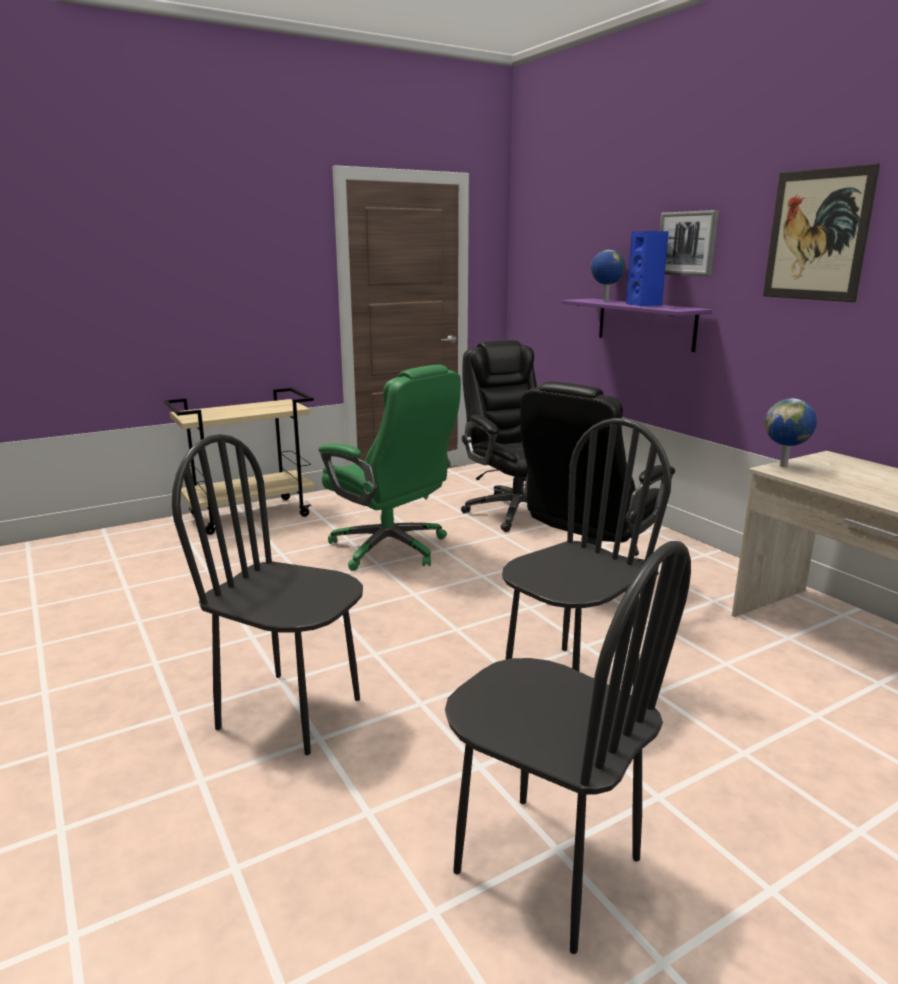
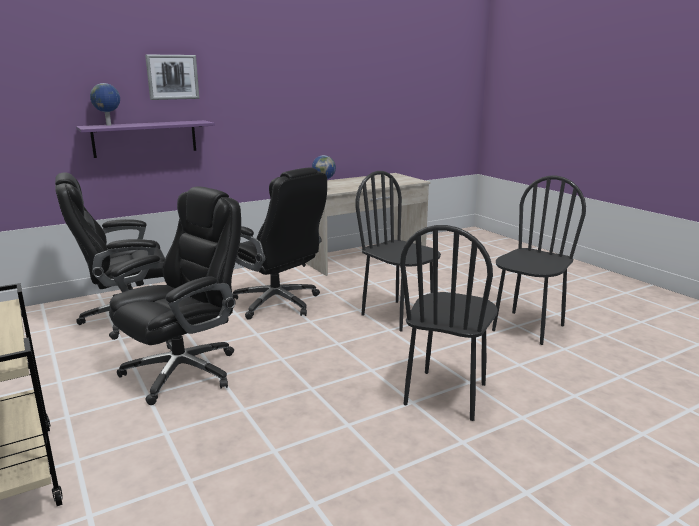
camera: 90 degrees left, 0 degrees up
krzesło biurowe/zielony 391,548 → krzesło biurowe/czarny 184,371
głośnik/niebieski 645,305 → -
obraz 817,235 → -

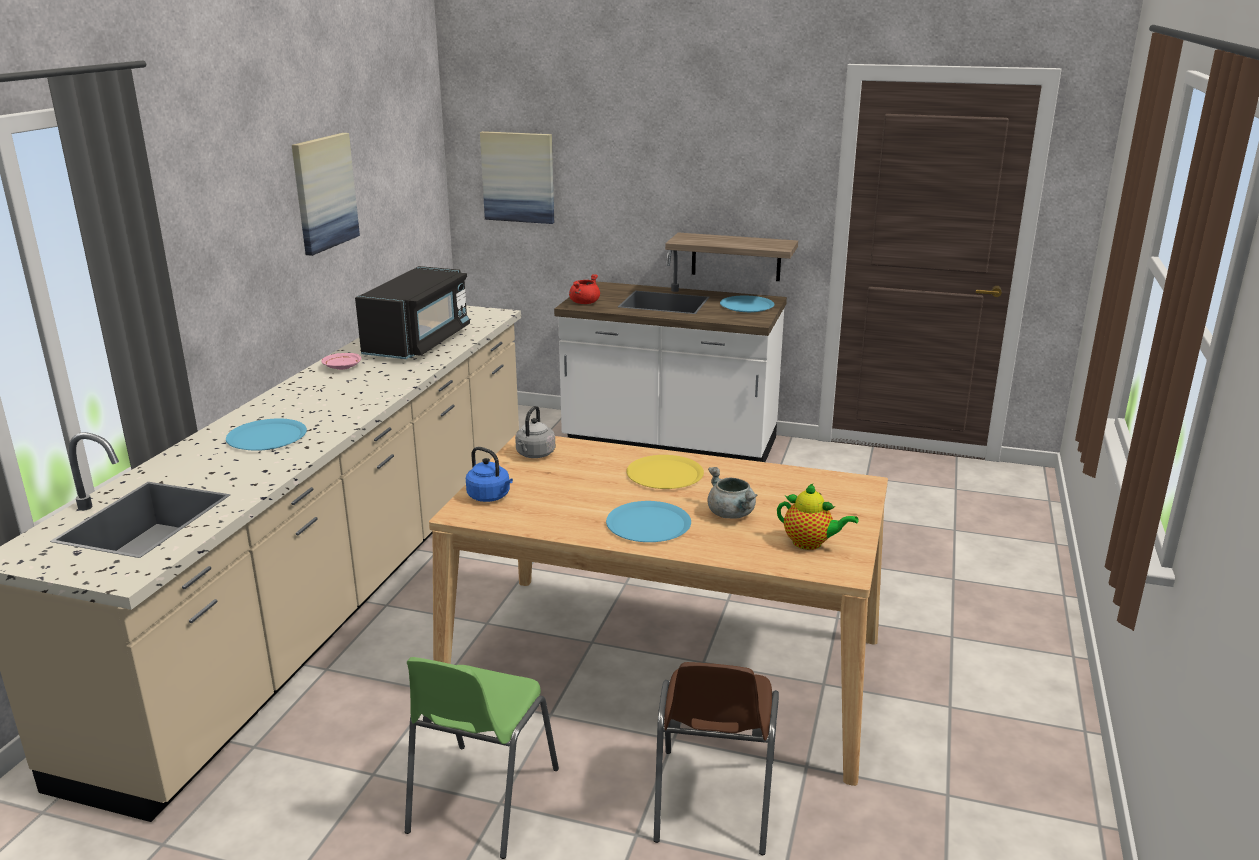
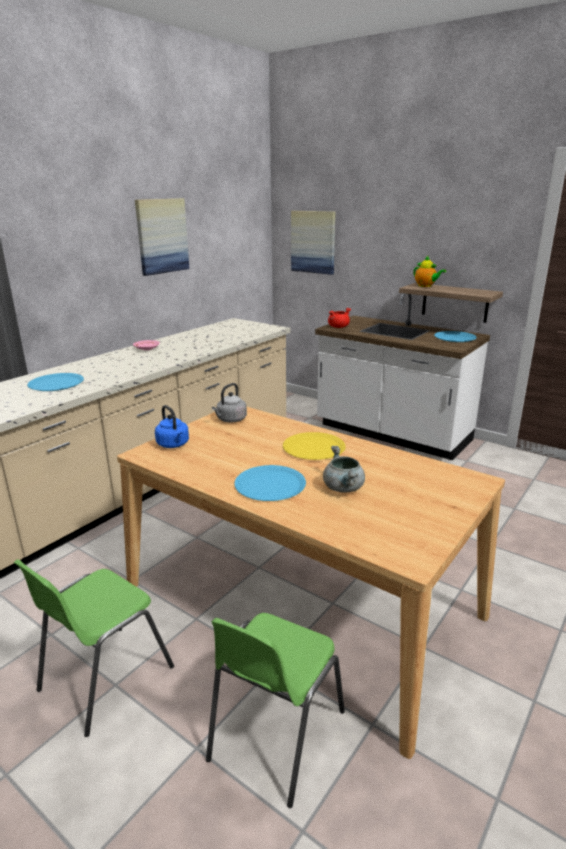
camera: 20 degrees right, 0 degrees up
krzesło/brązowy 713,801 → krzesło/zielony 275,735
imbryk 810,543 → imbryk 426,286, shifted
mikrofalówka/czarny 418,342 → -

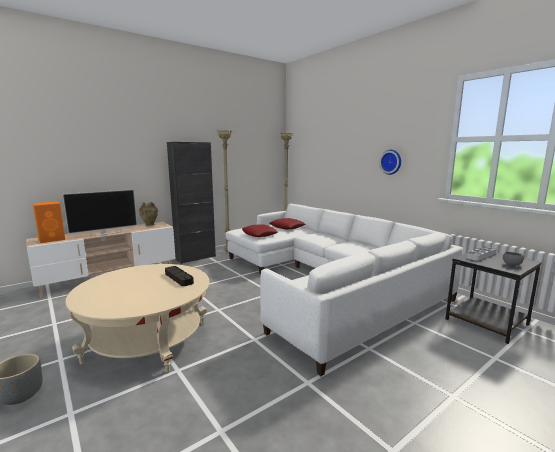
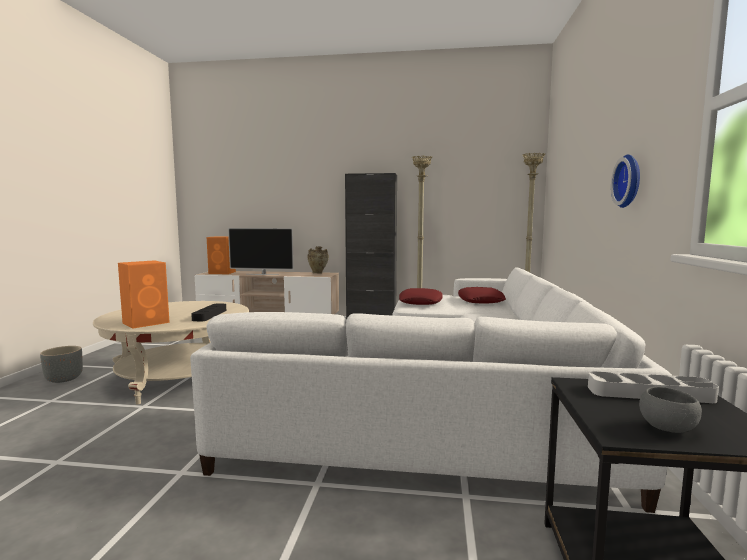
camera: 45 degrees right, 5 degrees down
- → głośnik/pomarańczowy 147,322

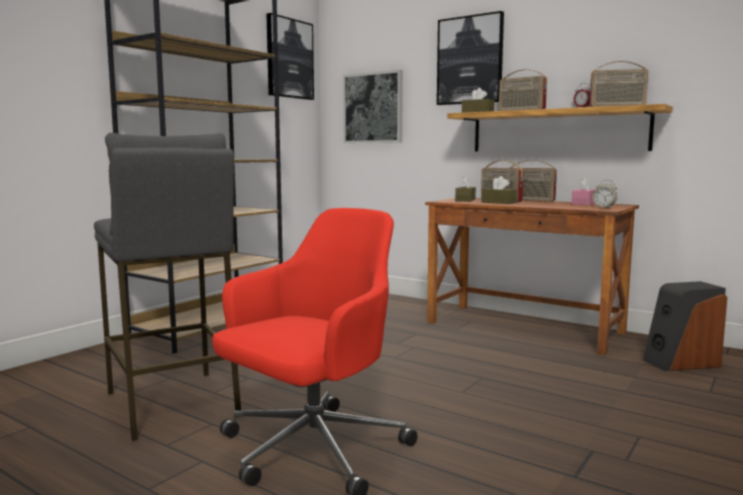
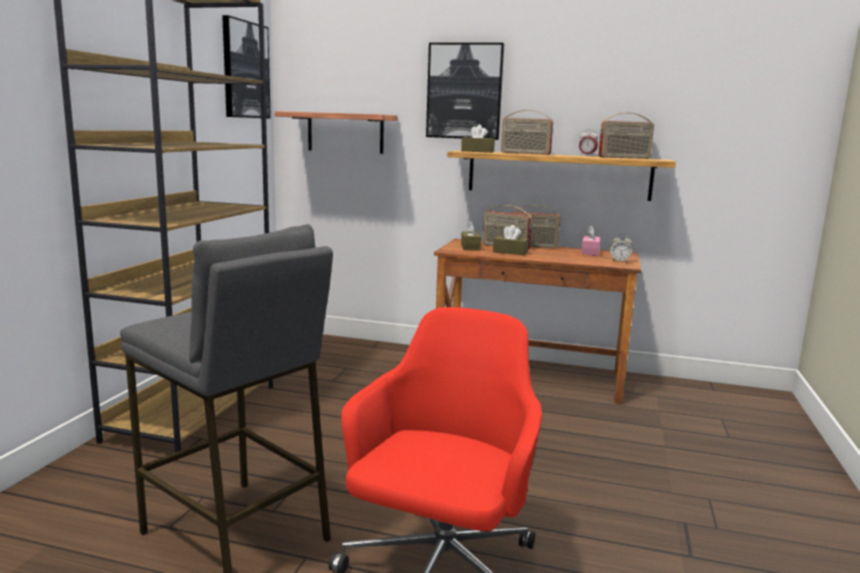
camera: 20 degrees left, 5 degrees up
obraz 373,108 → półka 345,133
głośnik 680,363 → -

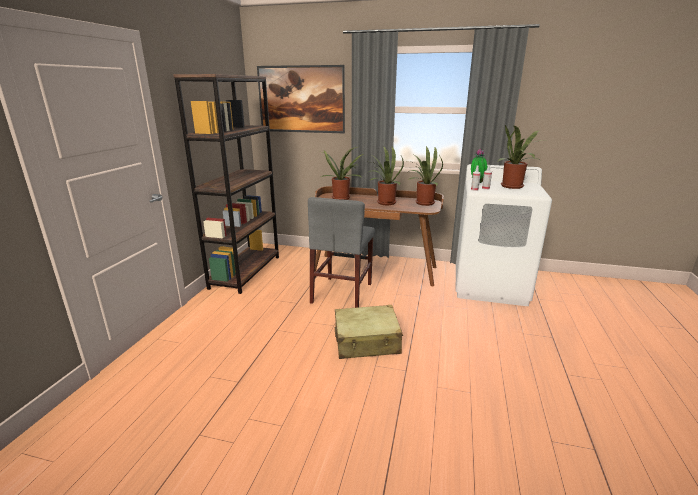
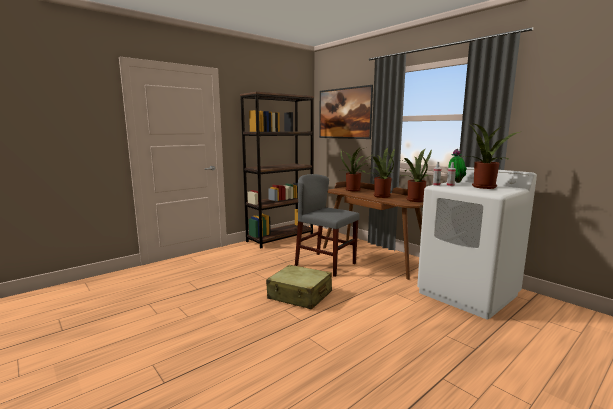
camera: 35 degrees right, 10 degrees down
krzesło/szary 342,293 → krzesło/szary 325,264, 75 degrees clockwise

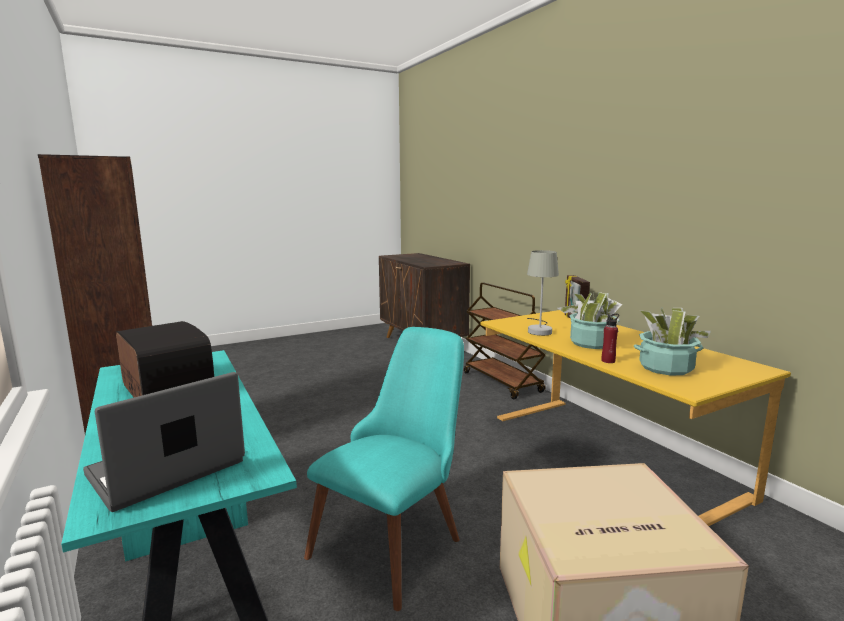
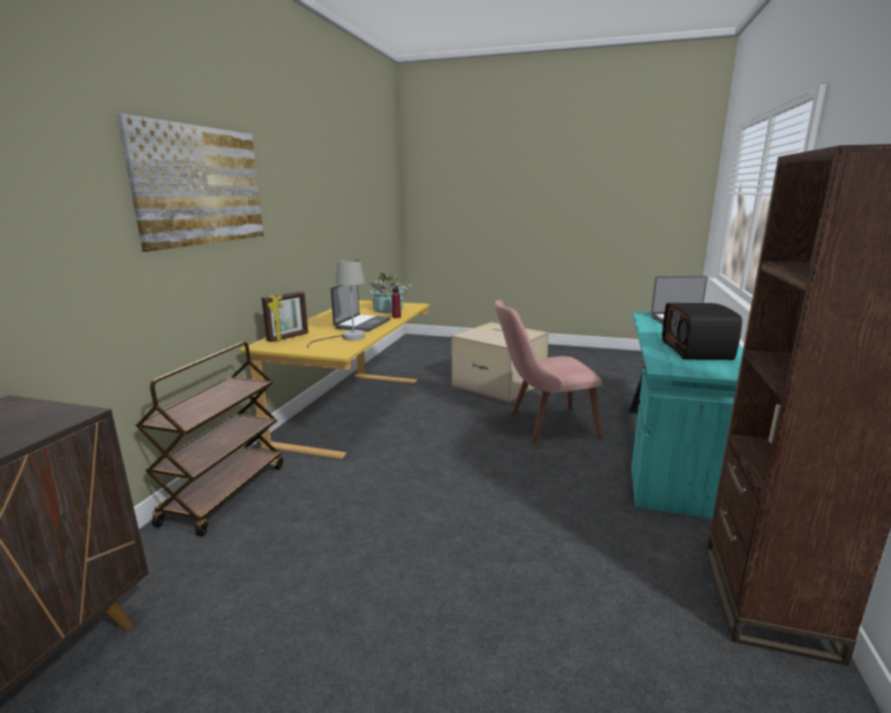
camera: 135 degrees left, 5 degrees up
- → obraz 201,186
roślina doniczkowa 592,343 → laptop 362,324
krzesło/turkusowy 396,537 → krzesło/różowy 542,426

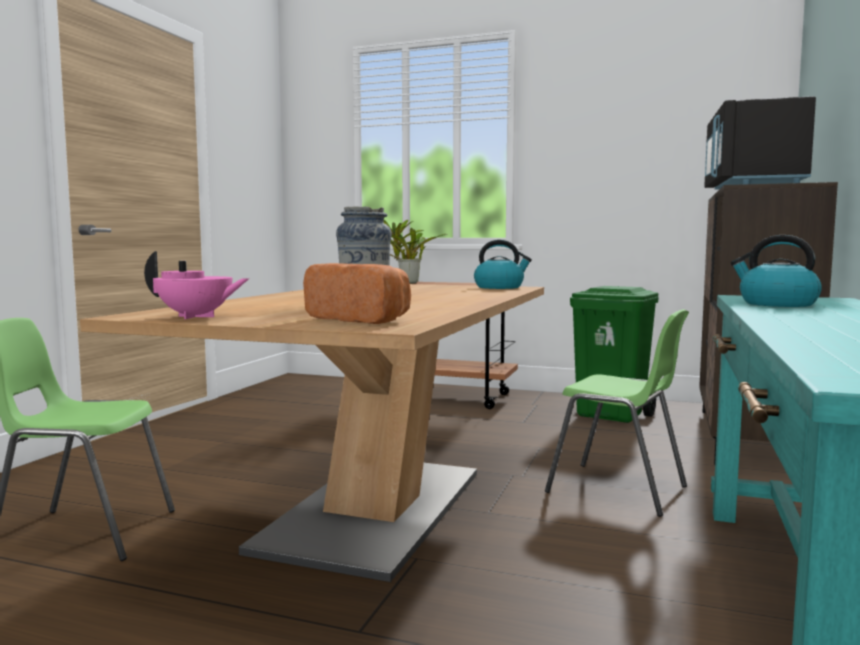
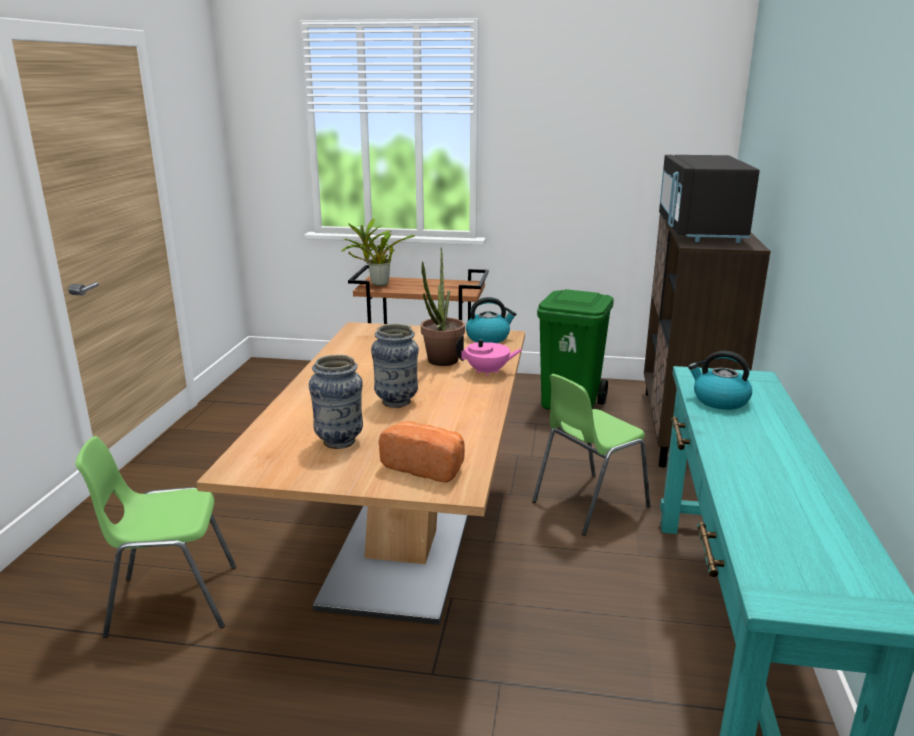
camera: 10 degrees left, 15 degrees up
- → wazon 339,442
- → roślina doniczkowa 440,363
imbryk/różowy 196,317 → imbryk/różowy 488,372, shifted
krzesło/zielony 618,490 → krzesło/zielony 588,504, 120 degrees clockwise

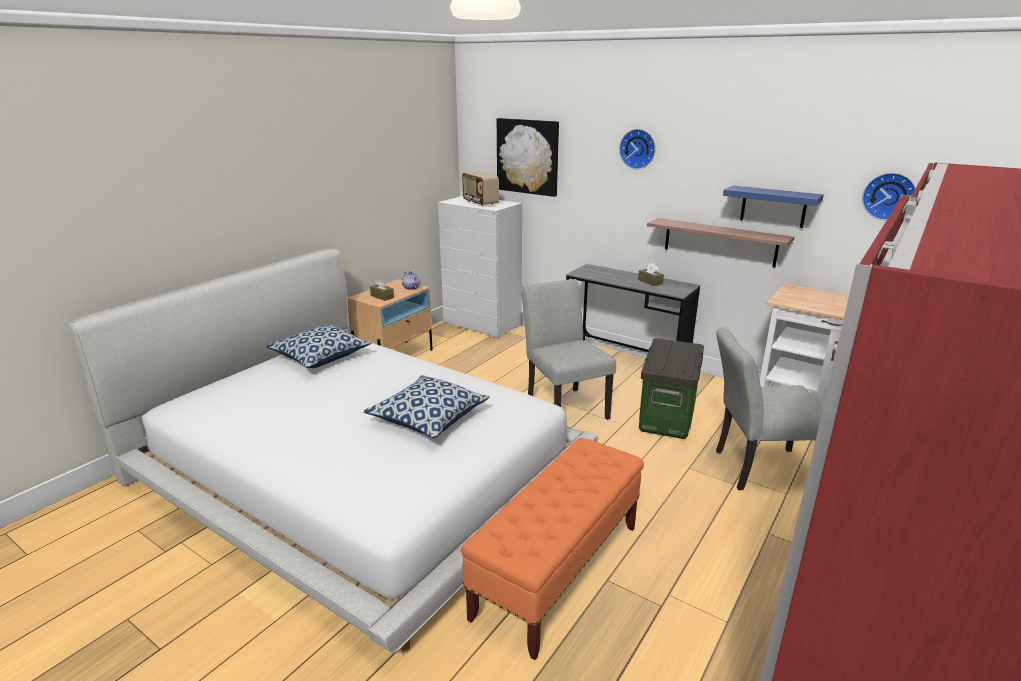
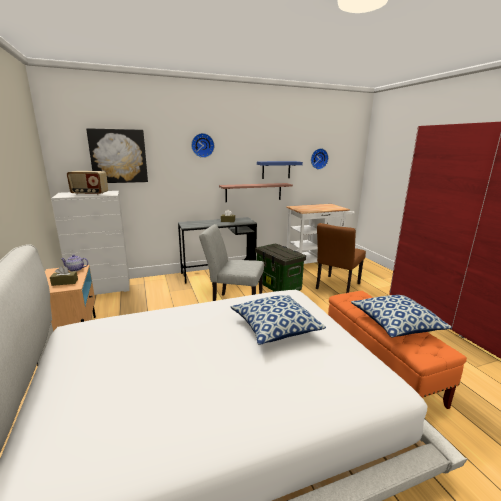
camera: 55 degrees left, 5 degrees down
krzesło/szary 756,469 → krzesło/brązowy 336,287
poduszka 321,357 → poduszka 395,324, shifted

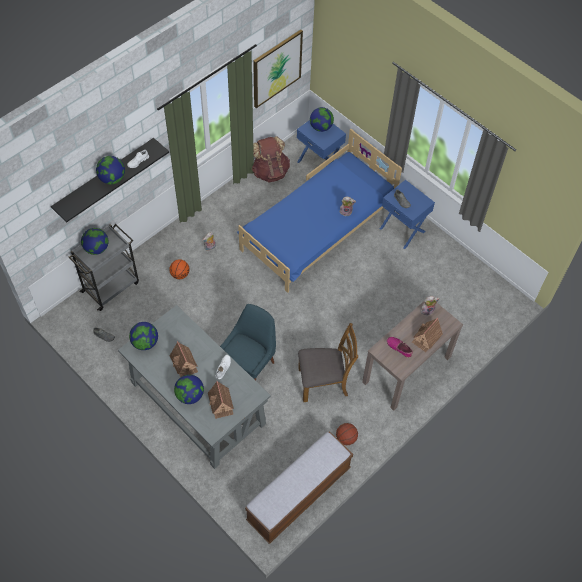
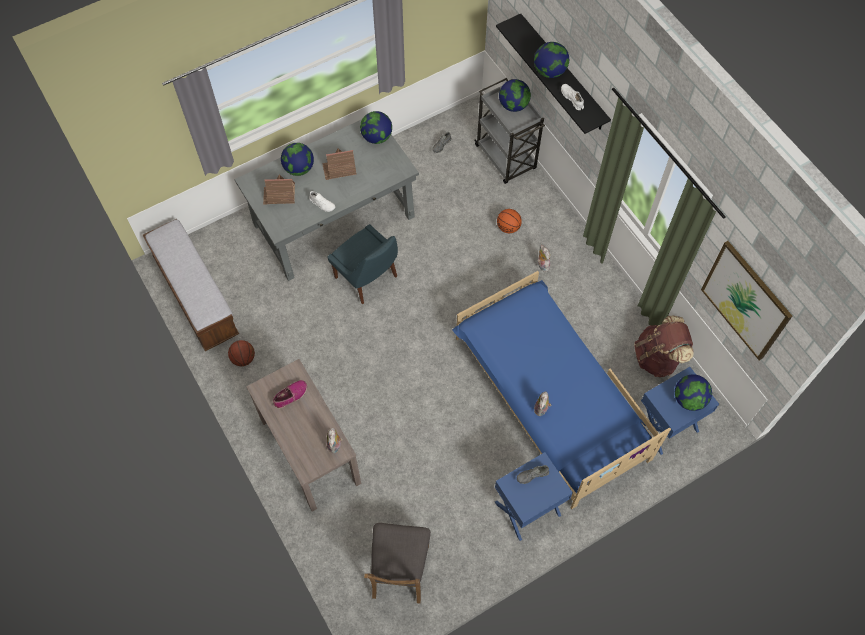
camera: 105 degrees right, 5 degrees up
krzesło/brązowy 323,382 → krzesło/brązowy 399,570, shifted
domek 426,338 → -

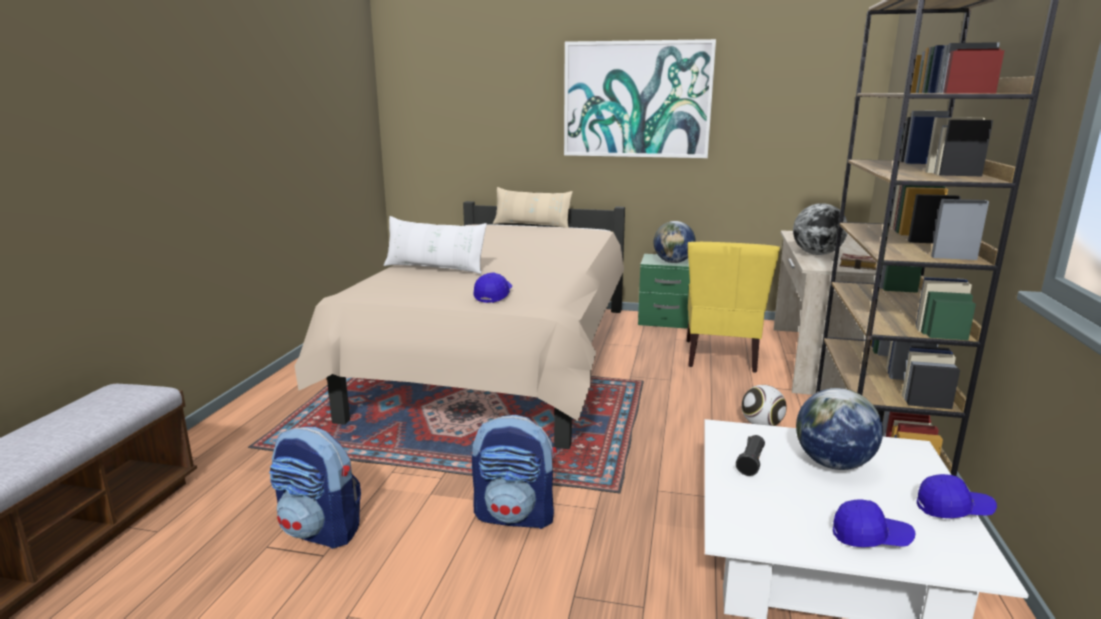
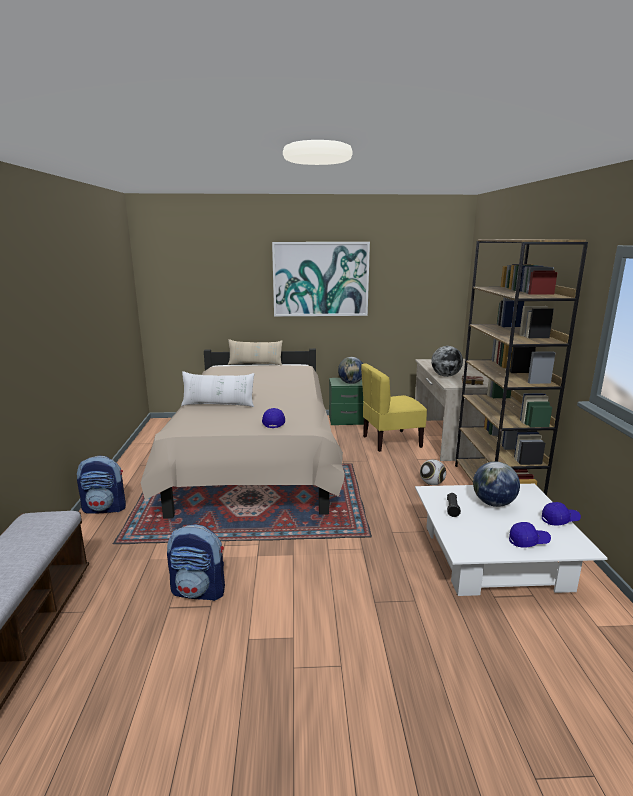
camera: 15 degrees left, 0 degrees up
plecak 516,515 → plecak 105,508, shifted
krzesło/żółty 722,356 → krzesło/żółty 391,441, 75 degrees clockwise

